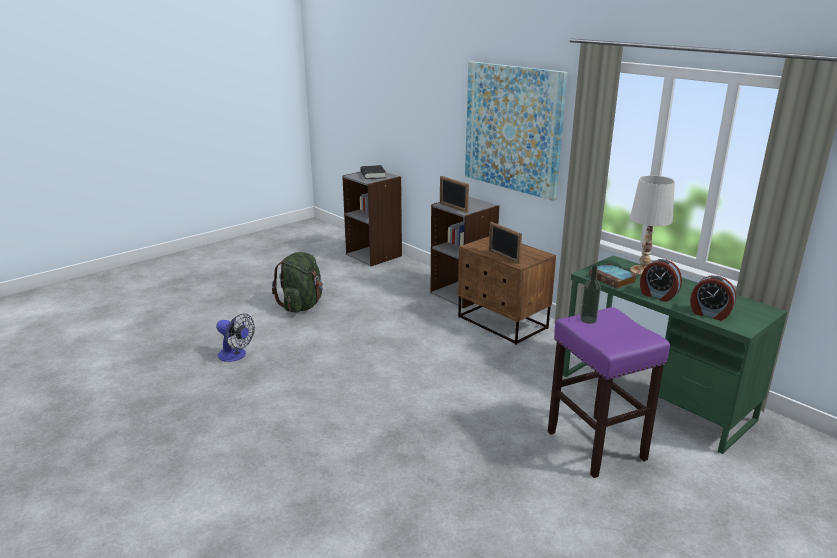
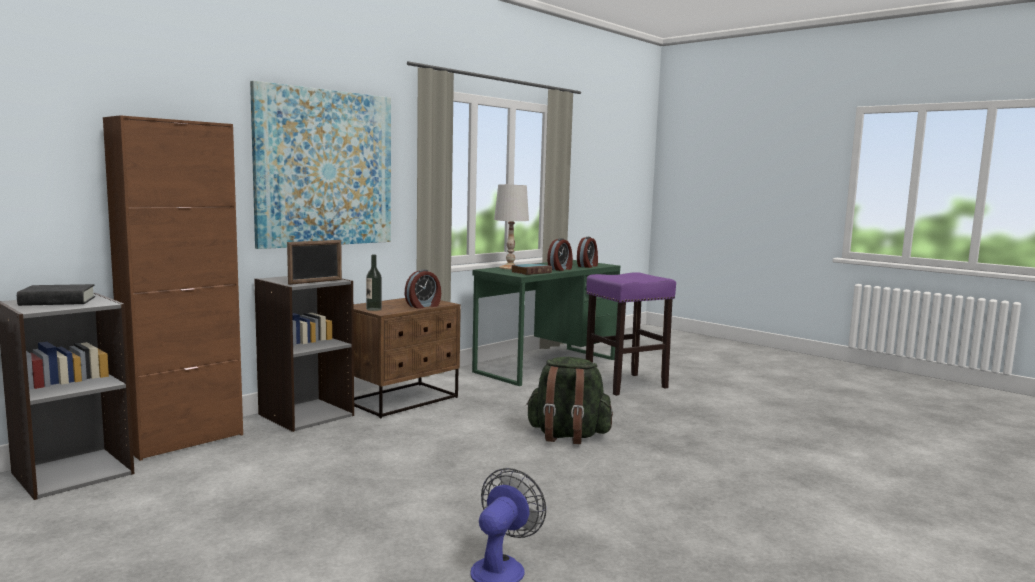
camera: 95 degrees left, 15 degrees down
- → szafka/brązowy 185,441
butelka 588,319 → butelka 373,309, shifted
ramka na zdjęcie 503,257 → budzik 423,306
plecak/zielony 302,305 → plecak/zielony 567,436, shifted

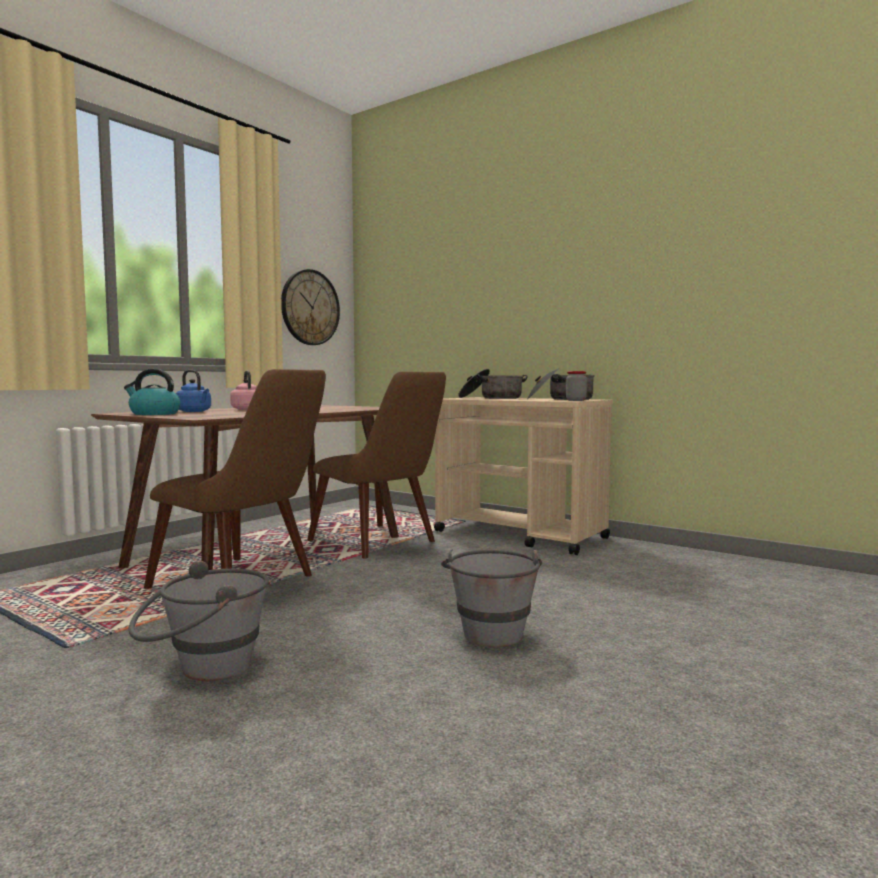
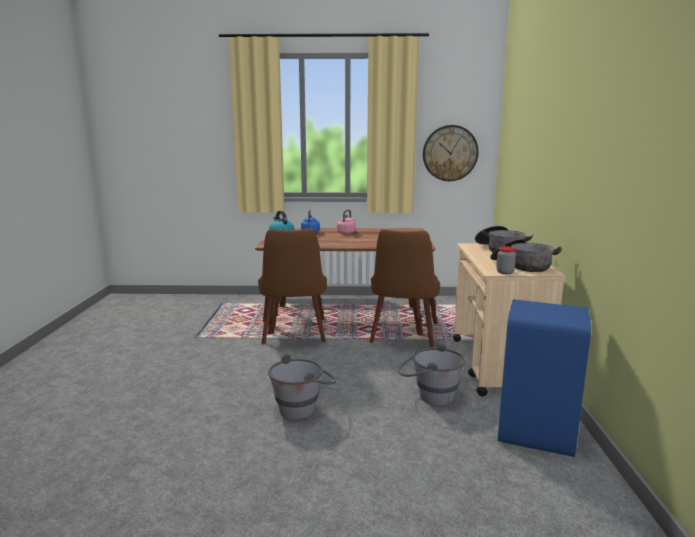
camera: 55 degrees right, 10 degrees up
wiadro/szary 202,670 → wiadro/szary 429,396, shifted
- → kosz na śmieci/niebieski 536,434

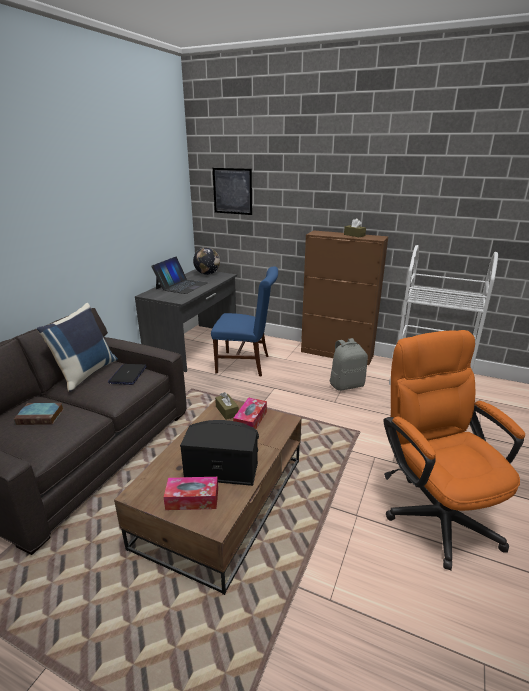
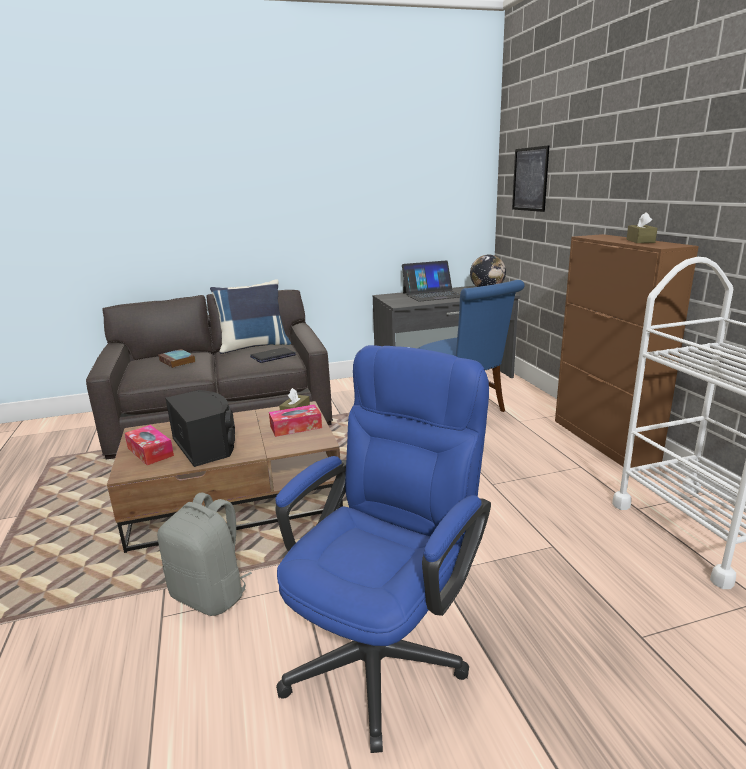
camera: 50 degrees right, 5 degrees down
plecak/szary 346,385 → plecak/szary 211,595, shifted
krzesło biurowe/pomarańczowy 435,510 → krzesło biurowe/niebieski 385,646

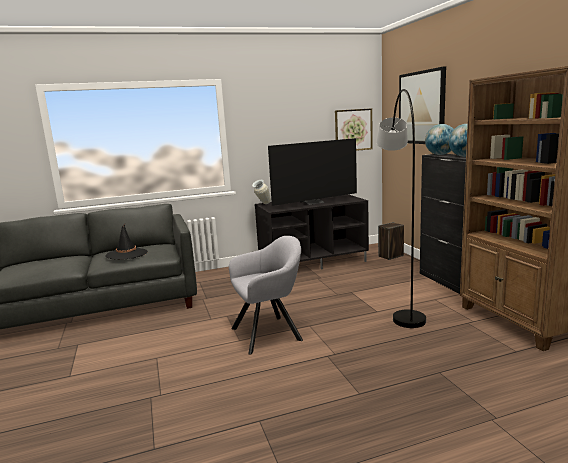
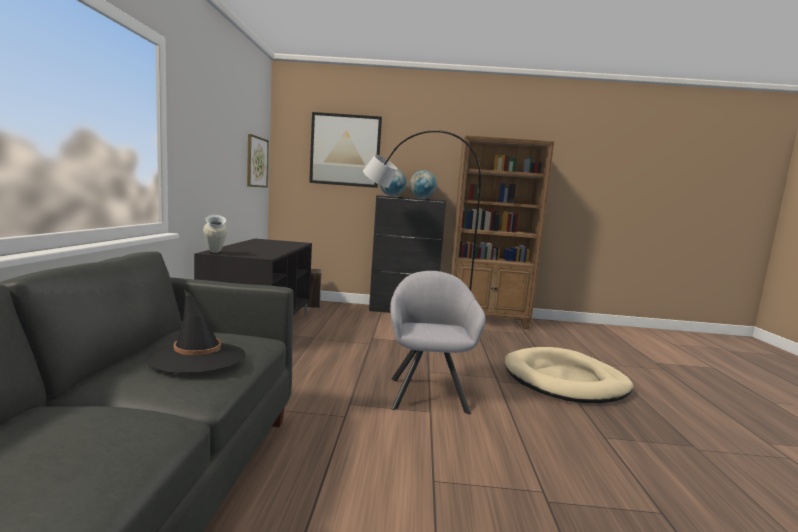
camera: 70 degrees left, 5 degrees down
- → legowisko/beżowy 565,380
telewizor 314,202 → -

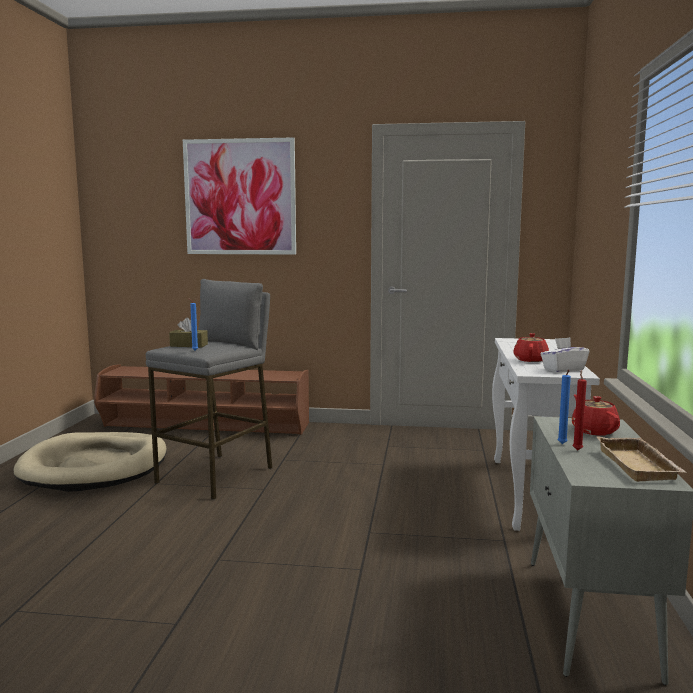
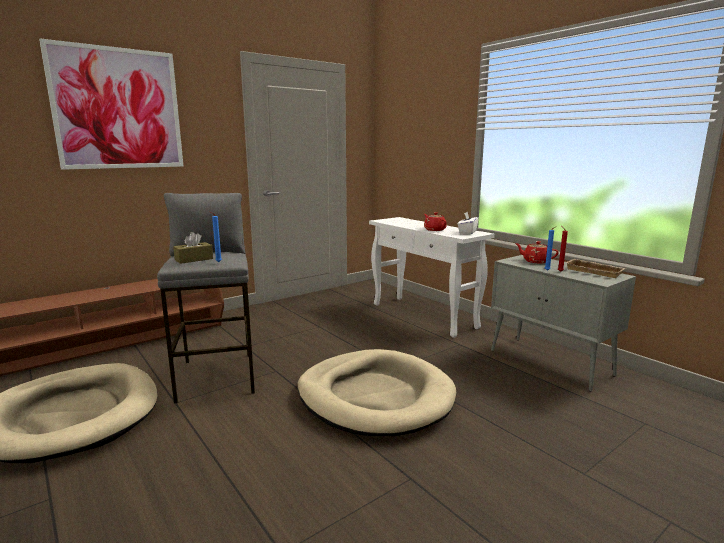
camera: 45 degrees left, 5 degrees up
- → legowisko/beżowy 375,397

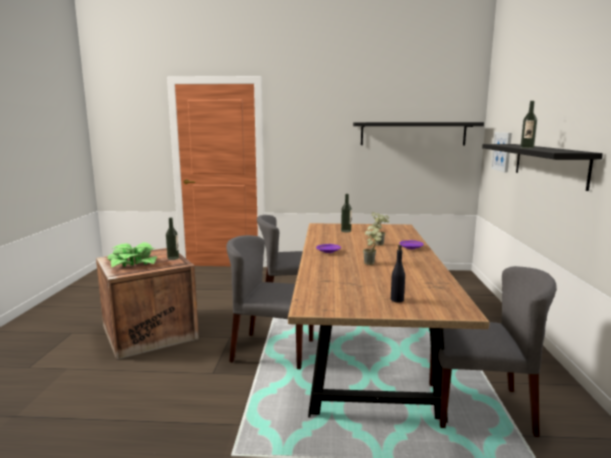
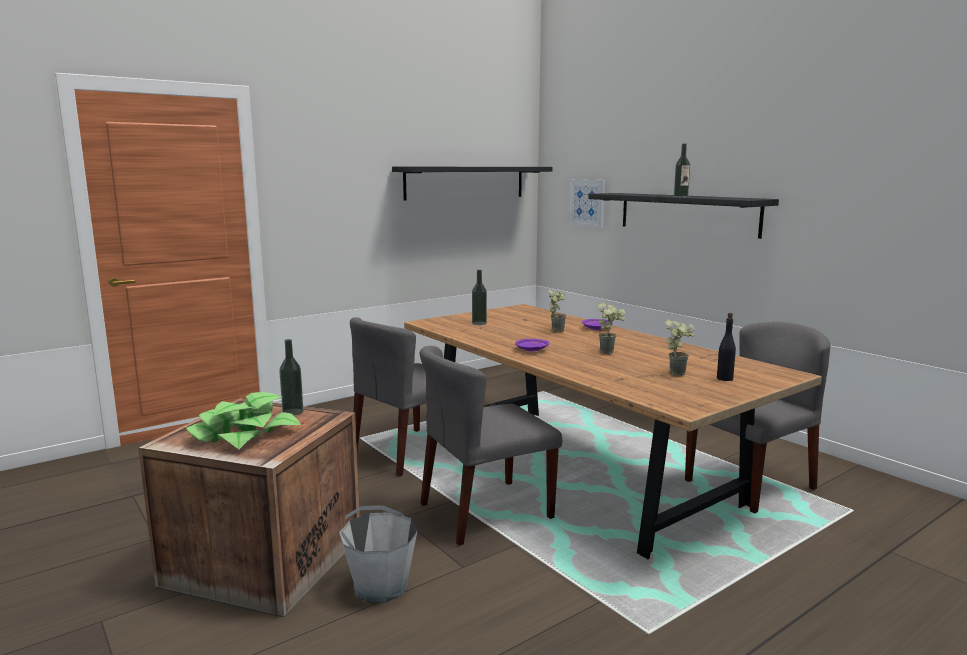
camera: 40 degrees left, 0 degrees up
- → wiadro/szary 380,586
- → roślina doniczkowa 678,373

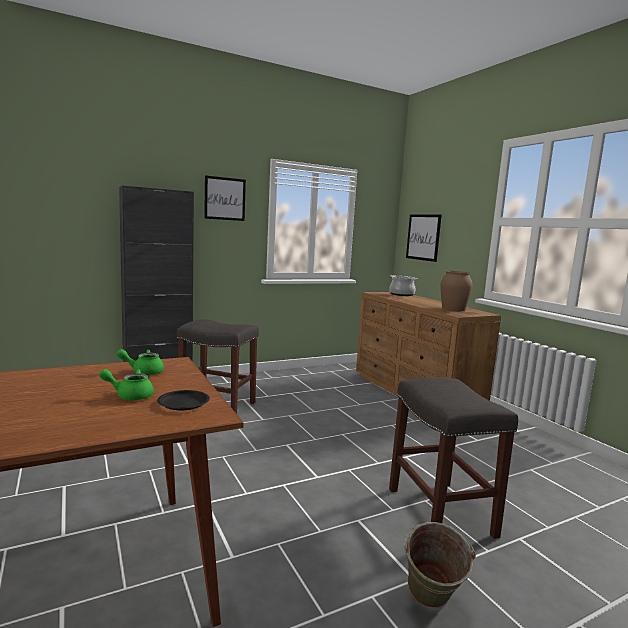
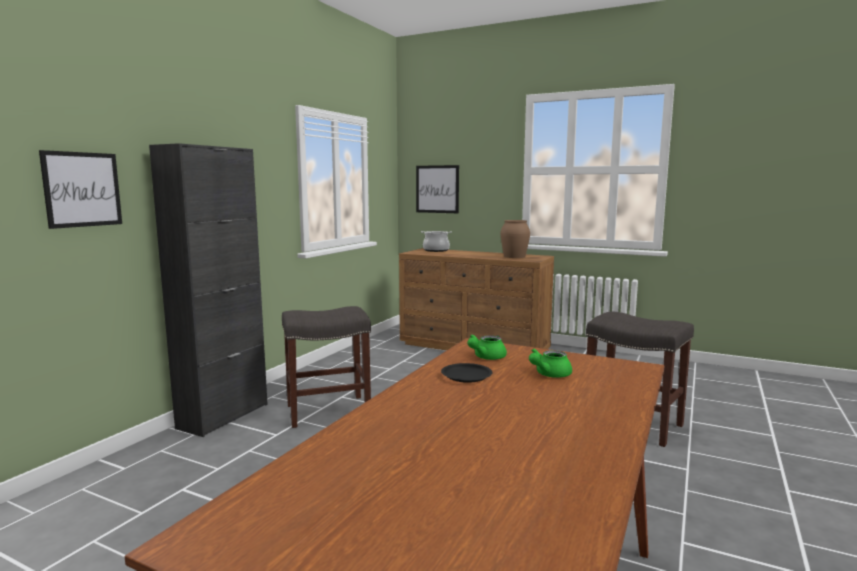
camera: 35 degrees left, 0 degrees up
obraz 225,198 → obraz 82,189, shifted
talerz/czarny 184,403 → talerz/czarny 467,376, shifted
wiadro/zielony 430,605 → -

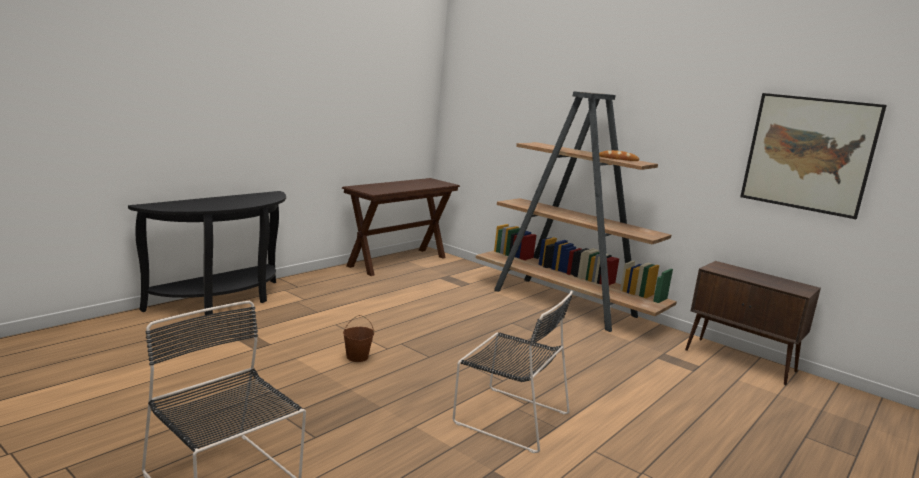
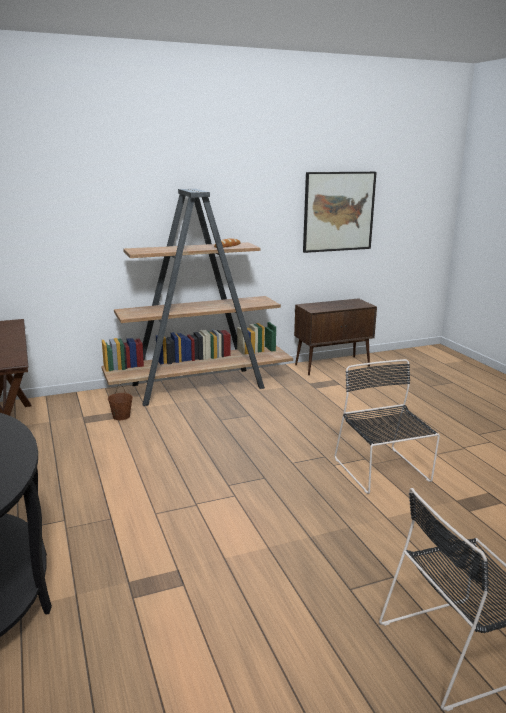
camera: 60 degrees left, 5 degrees up
wiadro/brązowy 357,357 → wiadro/brązowy 121,416, shifted
krzesło/czarny 508,417 → krzesło/czarny 383,471, 75 degrees counterclockwise

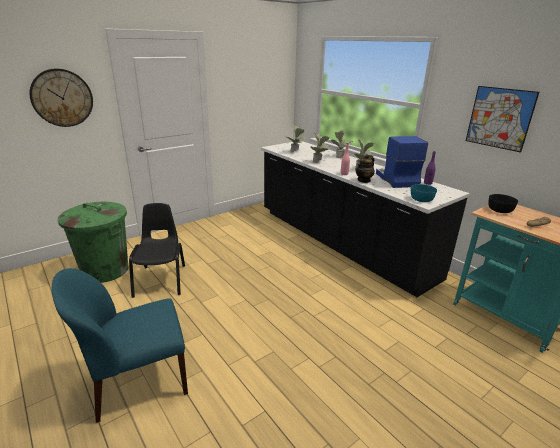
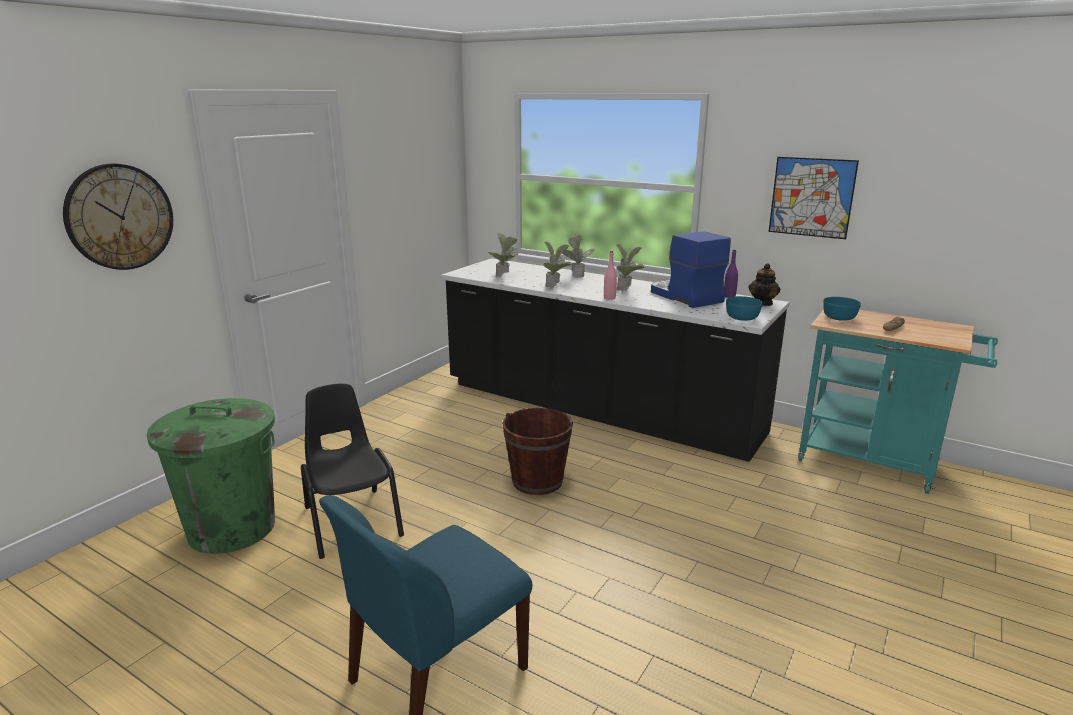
camera: 20 degrees left, 5 degrees down
- → wiadro/brązowy 537,481
imbryk 364,180 → imbryk 762,303, shifted
miska/czarny 499,210 → miska/turkusowy 839,317

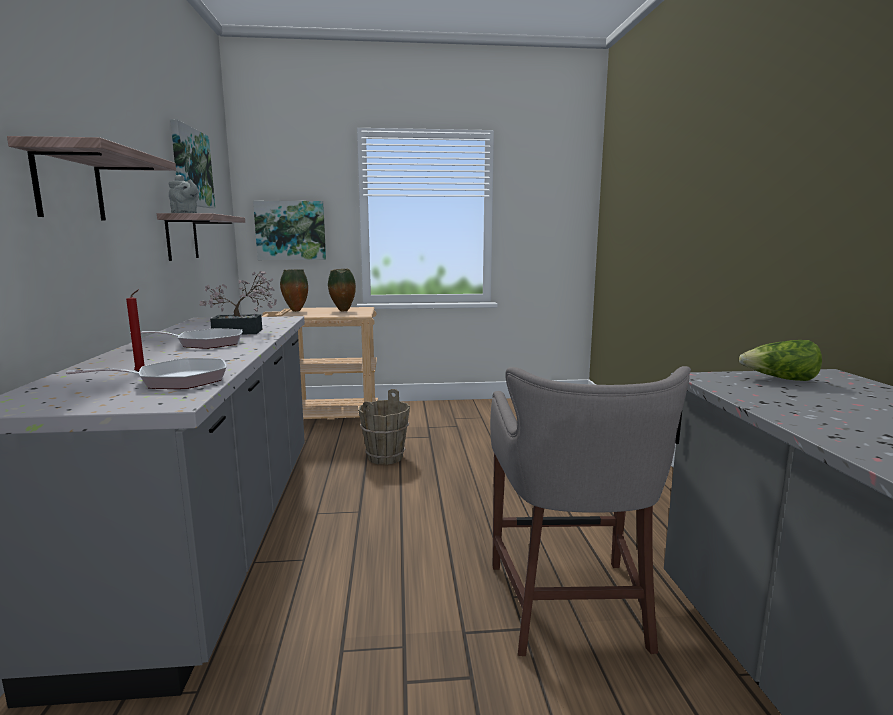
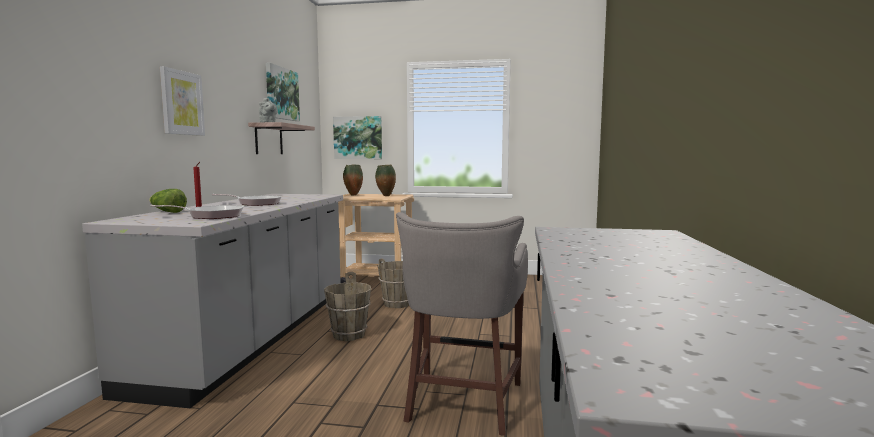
camera: 15 degrees right, 5 degrees down
sałata 780,379 → sałata 167,212, shifted
półka 69,185 → obraz 181,103
- → wiadro/brązowy 348,335
roślina doniczkowa 243,332 → -

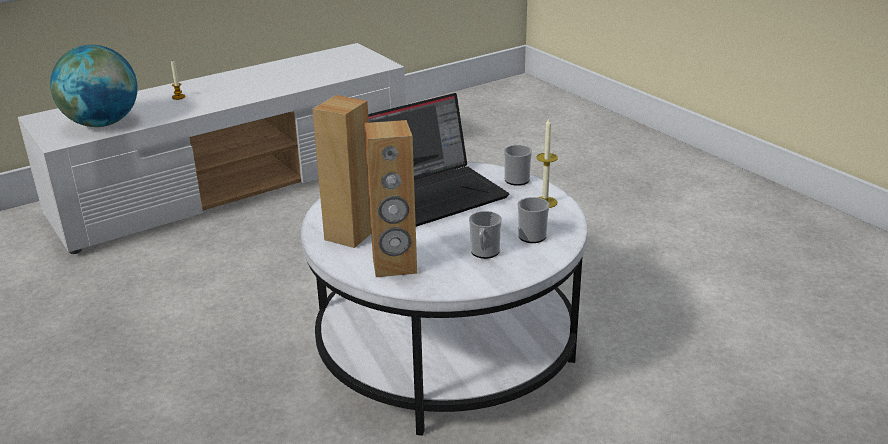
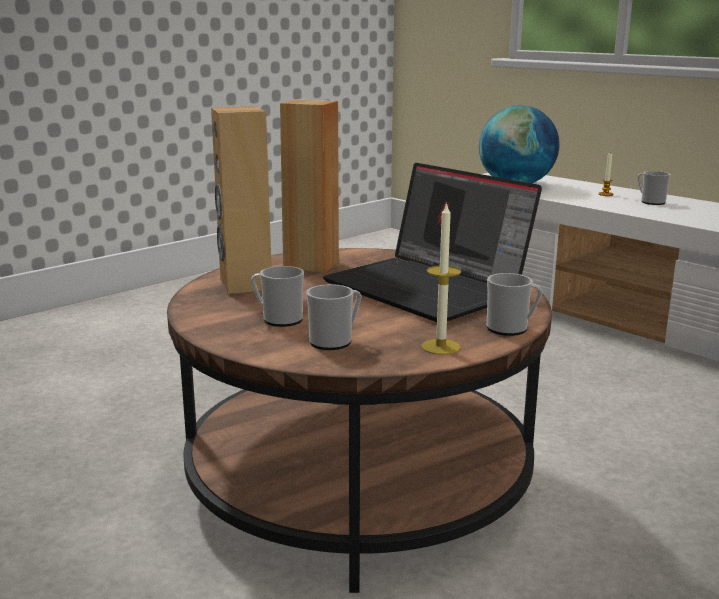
camera: 80 degrees right, 10 degrees down
ława/biały 446,347 → ława/brązowy 359,479
- → kubek 650,202

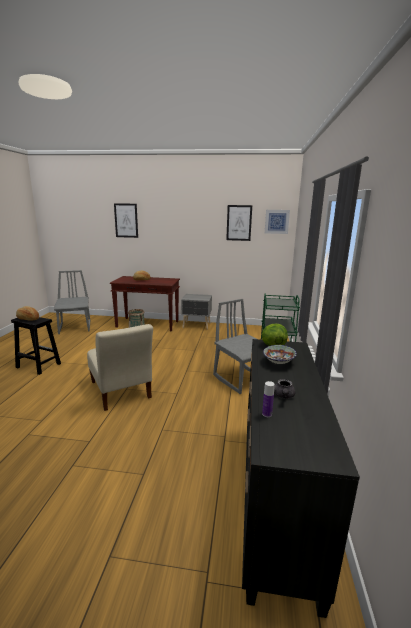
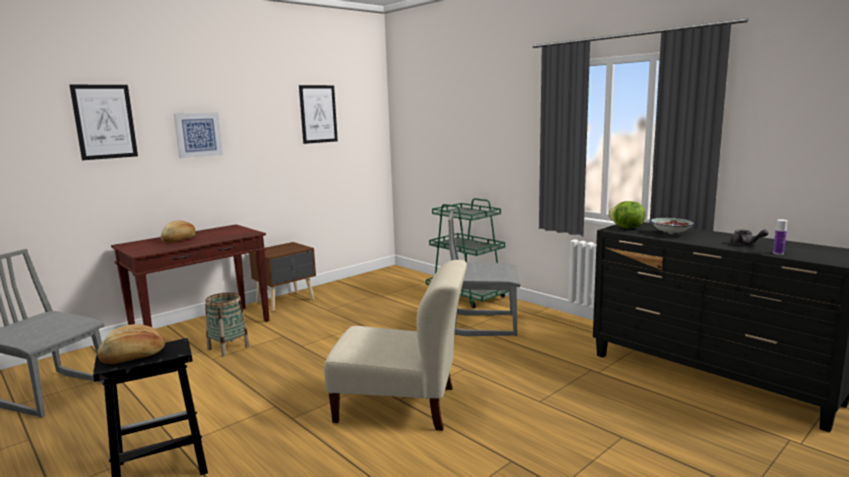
camera: 50 degrees left, 5 degrees down
obraz 276,221 → obraz 198,134, shifted
szafka nocna/szary 197,325 → szafka nocna/brązowy 287,301

